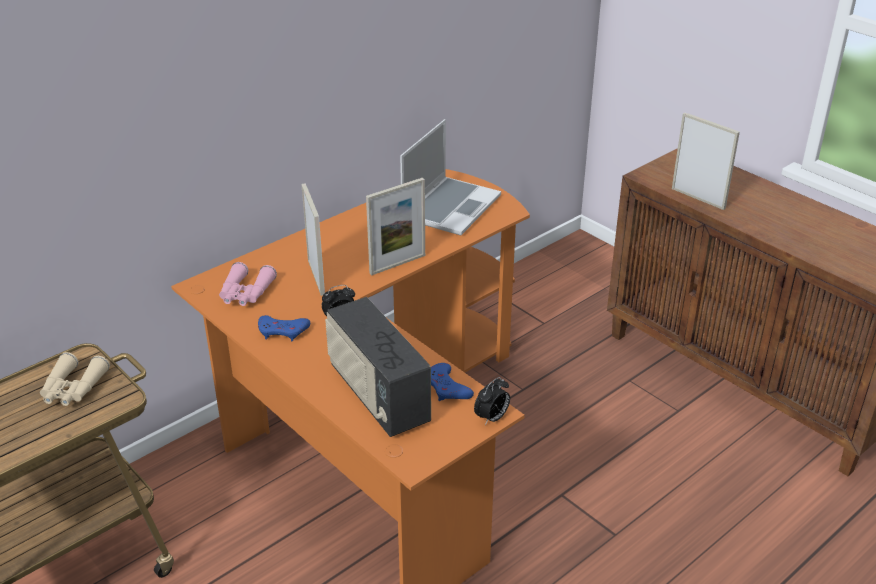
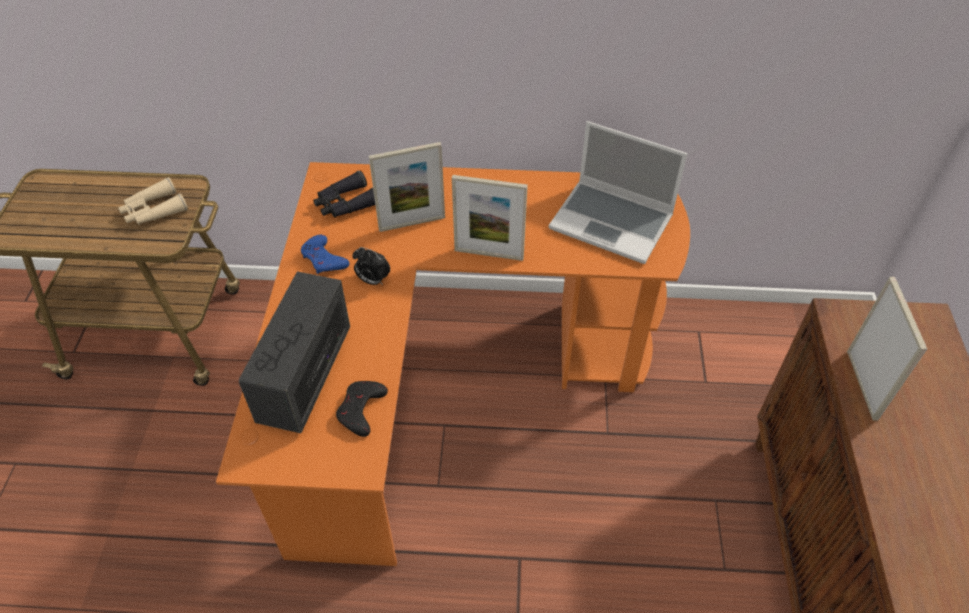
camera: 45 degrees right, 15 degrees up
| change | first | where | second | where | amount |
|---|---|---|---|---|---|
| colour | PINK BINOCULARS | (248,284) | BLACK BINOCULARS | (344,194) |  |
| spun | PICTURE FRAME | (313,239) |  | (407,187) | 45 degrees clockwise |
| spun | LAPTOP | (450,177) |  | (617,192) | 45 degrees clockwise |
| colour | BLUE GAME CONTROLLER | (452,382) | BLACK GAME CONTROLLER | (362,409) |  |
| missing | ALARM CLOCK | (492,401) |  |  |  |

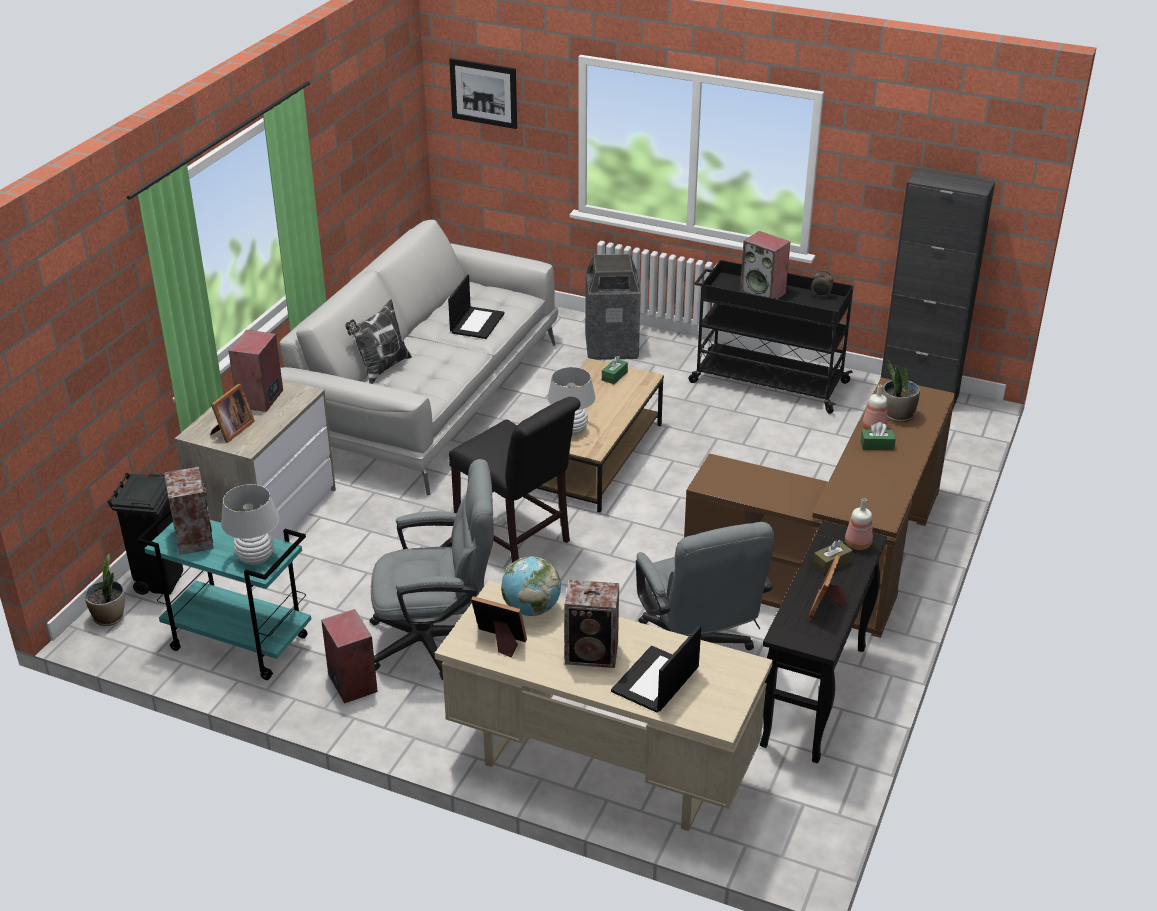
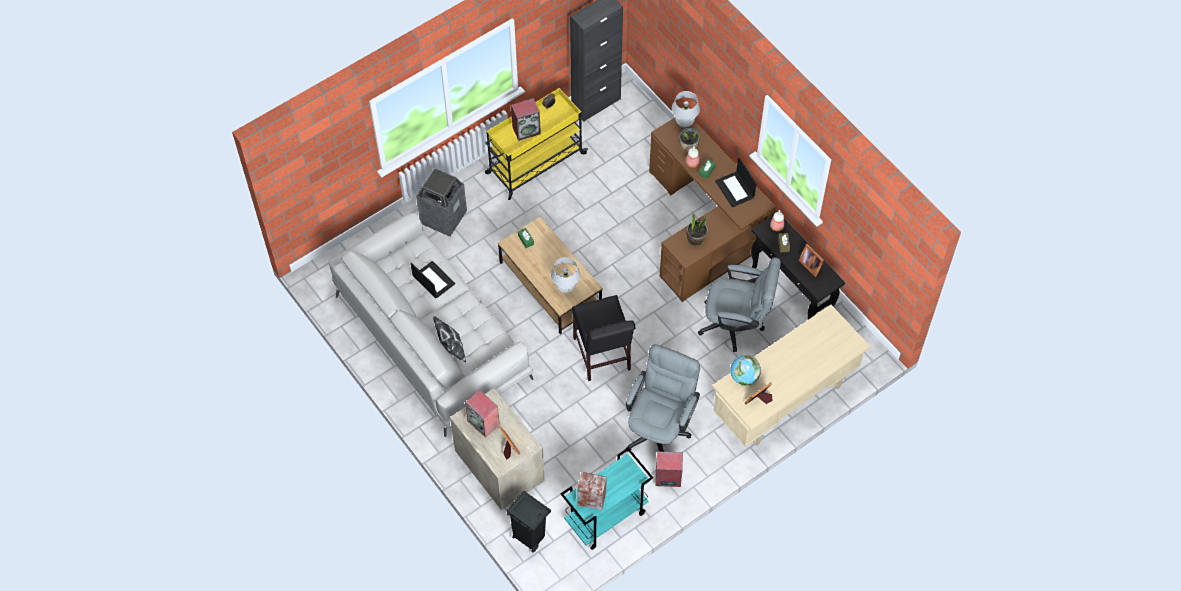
camera: 60 degrees left, 25 degrees up
| change | first | where | second | where | amount |
|---|---|---|---|---|---|
| relocated | POTTED PLANT | (104,590) |  | (697,229) |  |
| relocated | WHITE TABLE LAMP | (250,524) |  | (686,109) |  |
| missing | PICTURE | (483,93) |  |  |  |
| spun | BLACK CHAIR | (514,480) |  | (603,338) | 90 degrees clockwise |
| missing | SPEAKER | (591,624) |  |  |  |
| relocated | LAPTOP | (656,669) |  | (735,182) |  |
| colour | BLACK CART | (771,337) | YELLOW CART | (536,144) |  |

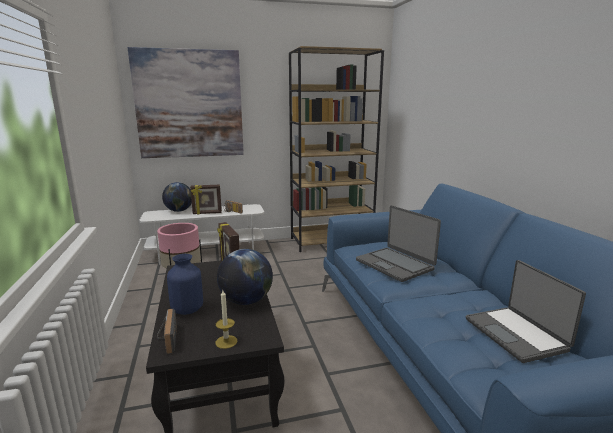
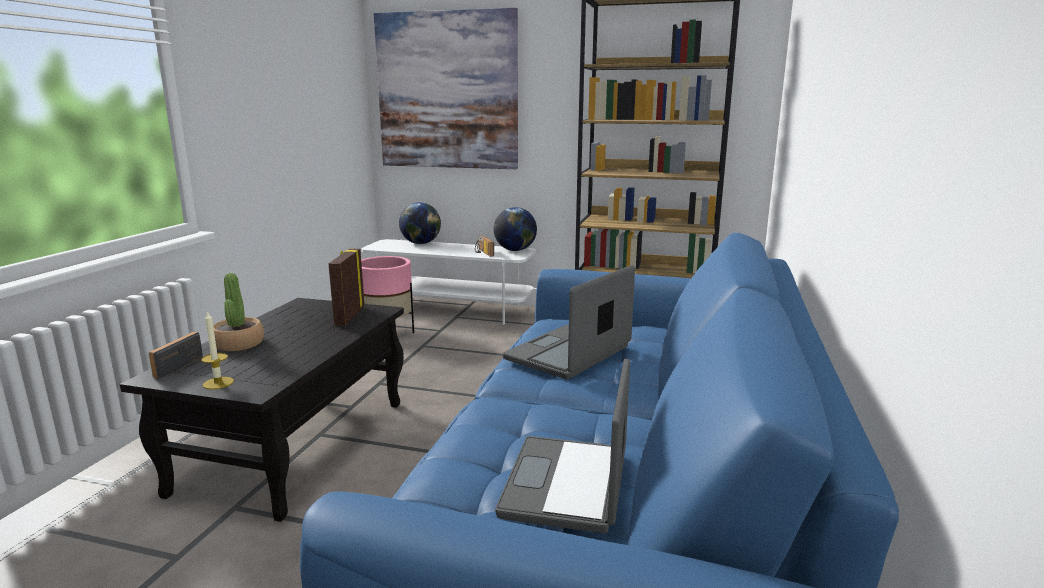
camera: 30 degrees right, 0 degrees up
| change | first | where | second | where | amount |
|---|---|---|---|---|---|
| exchanged | BLUE VASE | (185,284) | POTTED PLANT | (238,312) |  |
| missing | PICTURE FRAME | (206,199) |  |  |  |
| relocated | GLOBE | (245,277) |  | (515,229) |  |
| spun | LAPTOP | (398,244) |  | (569,322) | 45 degrees clockwise |

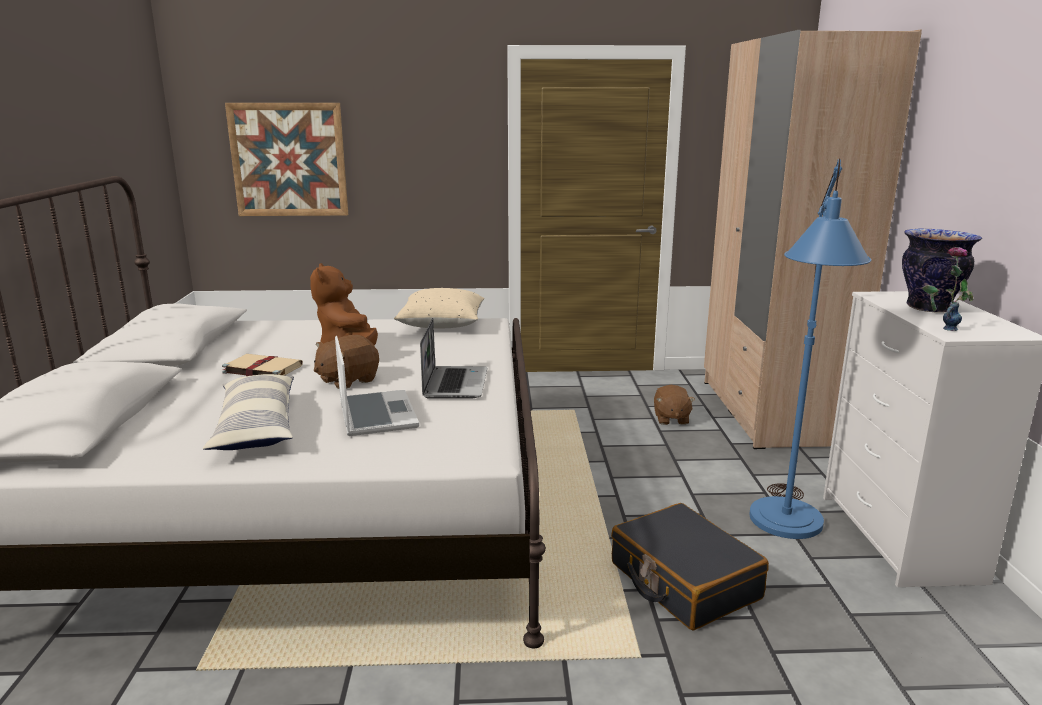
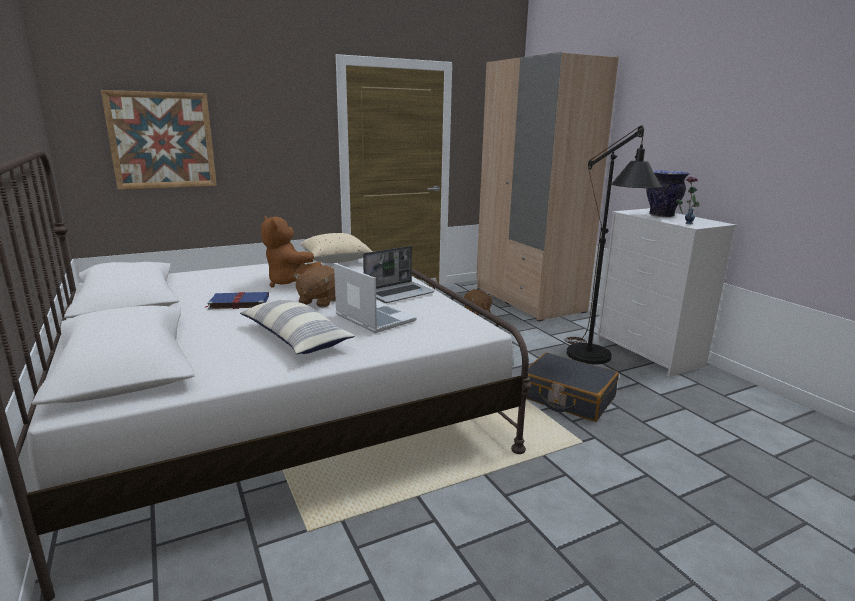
camera: 25 degrees left, 0 degrees up
| change | first | where | second | where | amount |
|---|---|---|---|---|---|
| colour | BEIGE BOOK | (262,365) | BLUE BOOK | (237,301) |  |
| spun | LAPTOP | (453,358) |  | (399,274) | 75 degrees clockwise |
| colour | BLUE FLOOR LAMP | (810,348) | BLACK FLOOR LAMP | (613,244) |  |

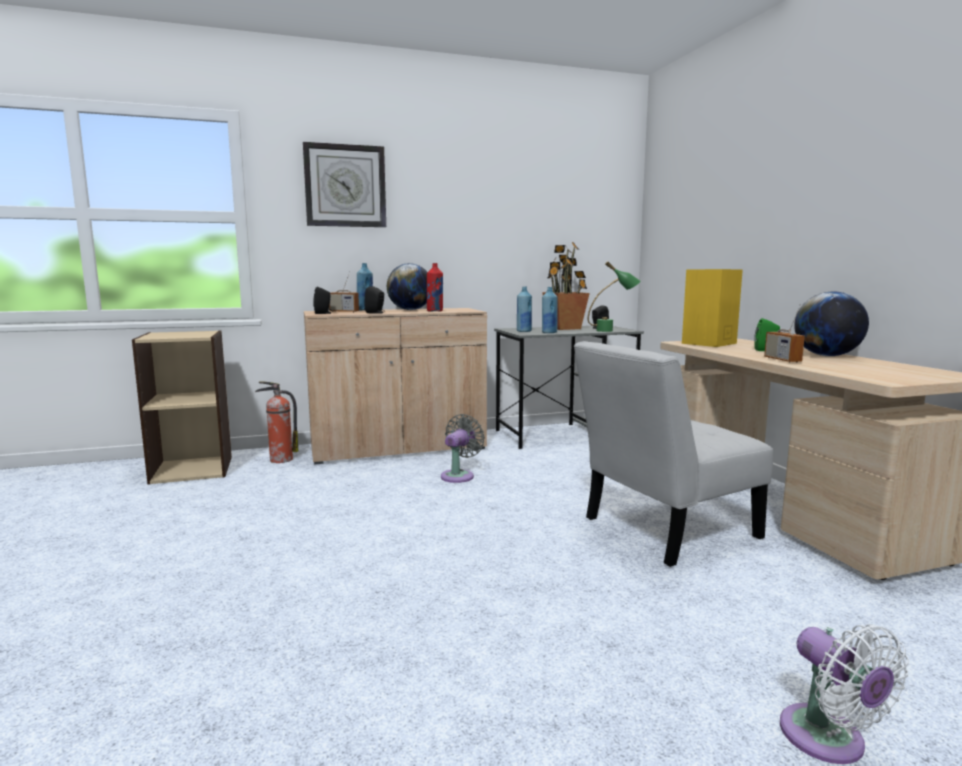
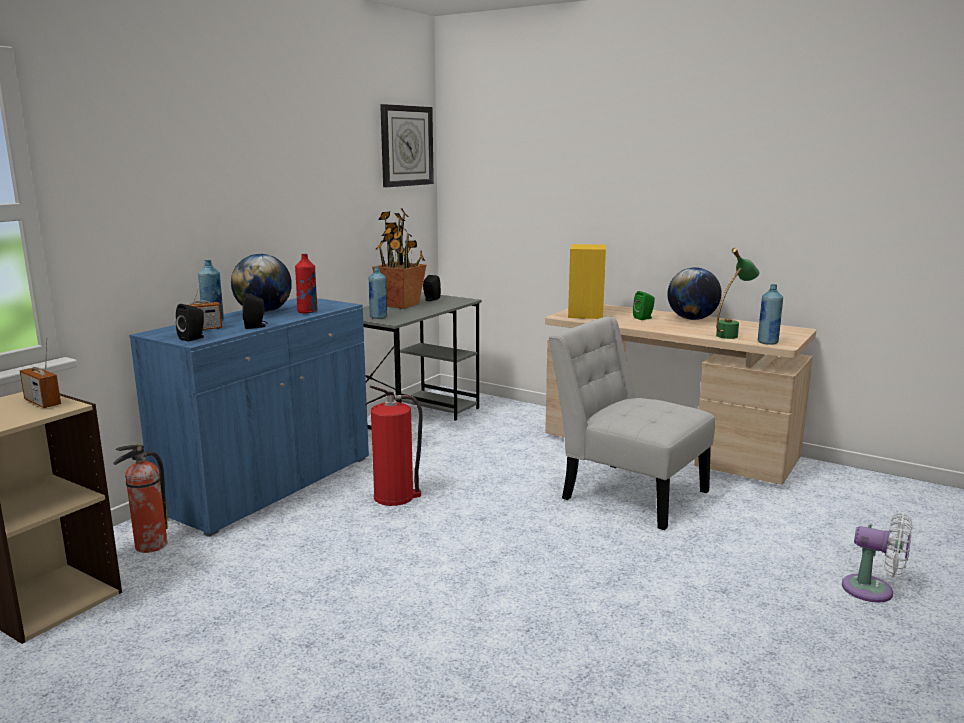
camera: 40 degrees left, 5 degrees up
| change | first | where | second | where | amount |
|---|---|---|---|---|---|
| relocated | WALL CLOCK | (344,184) |  | (407,145) |  |
| colour | BEIGE CABINET | (395,386) | BLUE CABINET | (249,417) |  |
| exchanged | GREY FAN | (463,448) | FIRE EXTINGUISHER | (393,446) |  |
| relocated | BLUE BOTTLE | (550,310) |  | (770,314) |  |
| spun | WHITE CHAIR | (673,454) |  | (632,423) | 105 degrees clockwise |
| relocated | GREEN TABLE LAMP | (614,296) |  | (738,293) |  |
| relocated | RADIO | (784,333) |  | (40,373) |  |

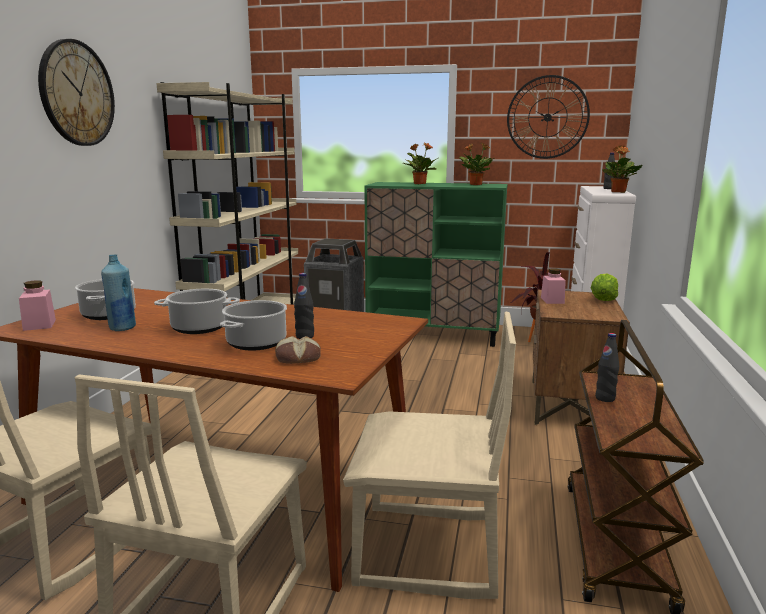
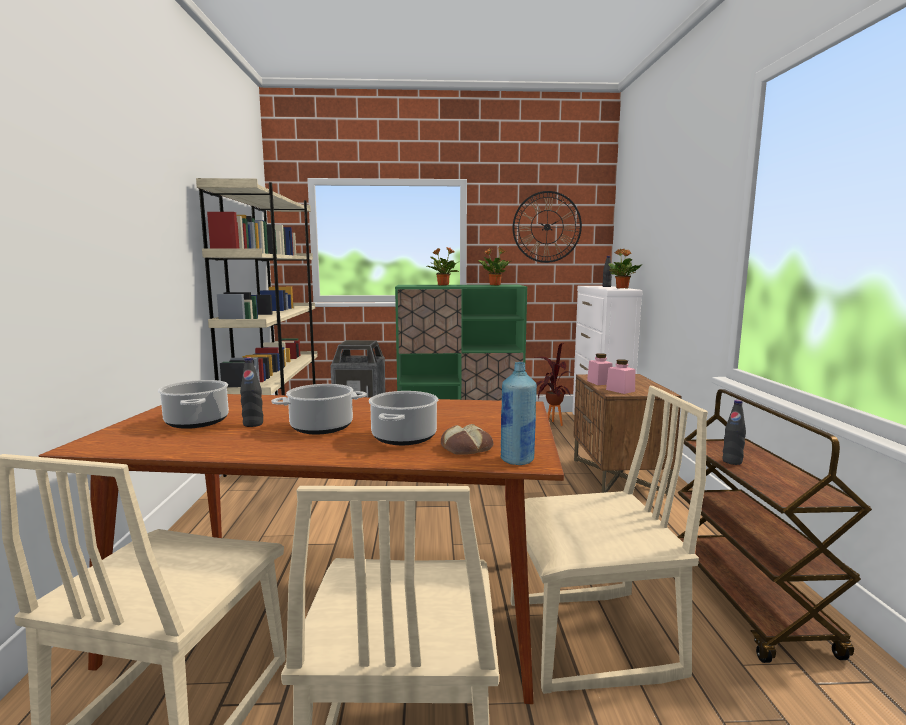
camera: 15 degrees left, 5 degrees down
| change | first | where | second | where | amount |
|---|---|---|---|---|---|
| relocated | PINK JAR | (37,305) |  | (620,376) |  |
| missing | WALL CLOCK | (76,92) |  |  |  |
| relocated | BLUE BOTTLE | (118,292) |  | (519,413) |  |
| relocated | BLACK BOTTLE | (304,306) |  | (251,392) |  |
| missing | LETTUCE | (604,287) |  |  |  |

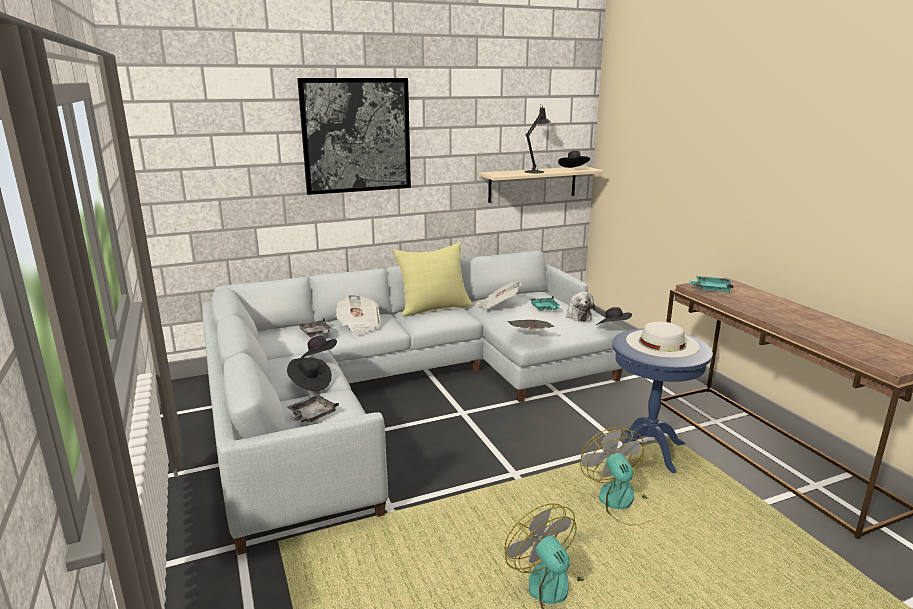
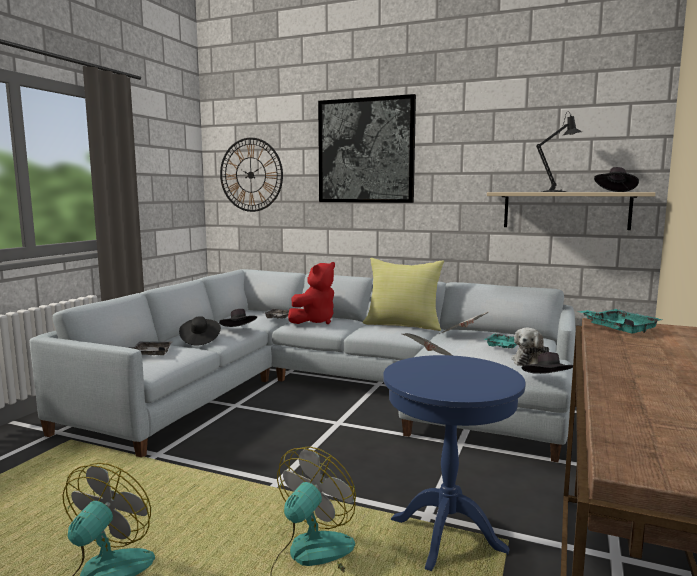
camera: 45 degrees right, 10 degrees down
| change | first | where | second | where | amount |
|---|---|---|---|---|---|
| exchanged | NEWSPAPER | (358,315) | RED PLUSH TOY | (311,293) |  |
| missing | WHITE HAT | (663,340) |  |  |  |
| appeared |  |  | WALL CLOCK | (251,175) |  |

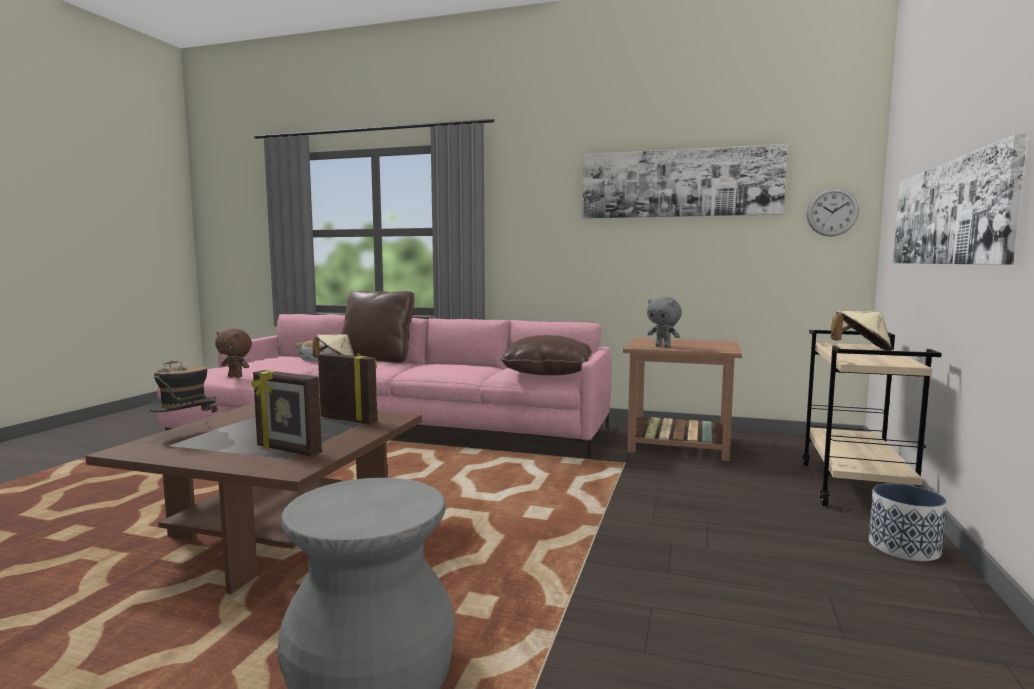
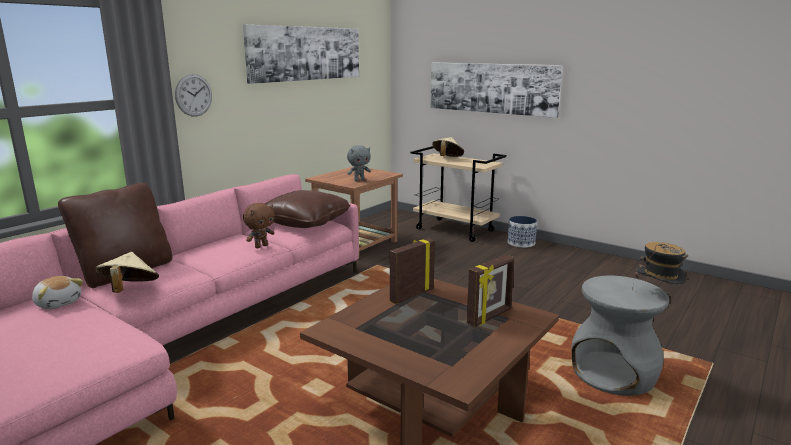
camera: 70 degrees left, 10 degrees up
| change | first | where | second | where | amount |
|---|---|---|---|---|---|
| relocated | HAT | (184,392) |  | (660,266) |  |
| relocated | BROWN PLUSH TOY | (233,353) |  | (259,226) |  |
| relocated | WALL CLOCK | (832,212) |  | (193,95) |  |

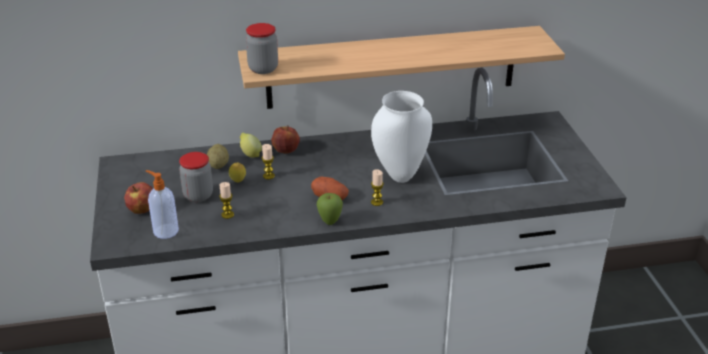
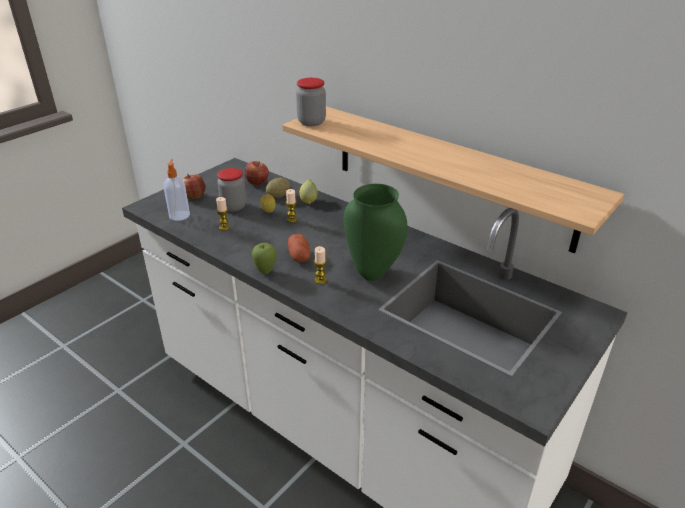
camera: 50 degrees right, 0 degrees up
| change | first | where | second | where | amount |
|---|---|---|---|---|---|
| relocated | APPLE | (285,140) |  | (256,173) |  |
| colour | WHITE VASE | (401,137) | GREEN VASE | (375,232) |  |

